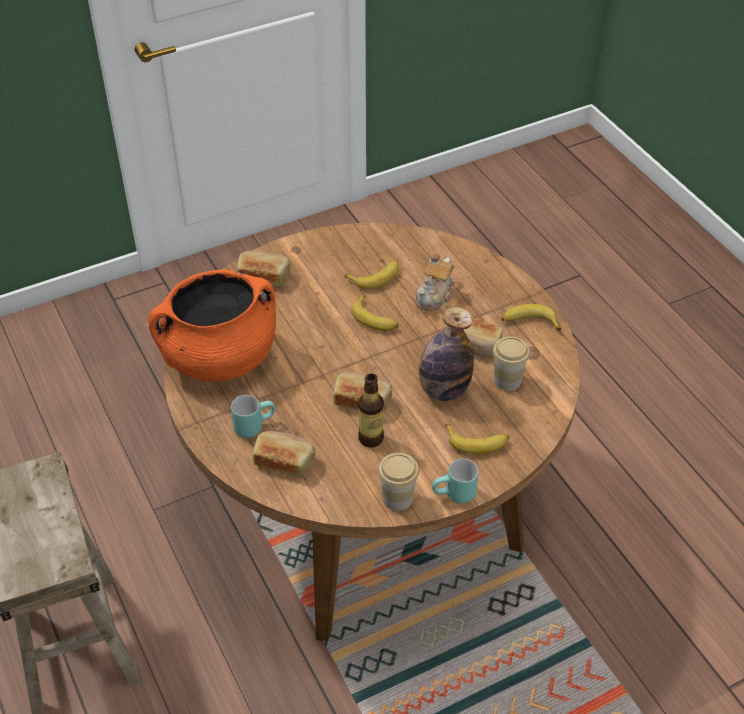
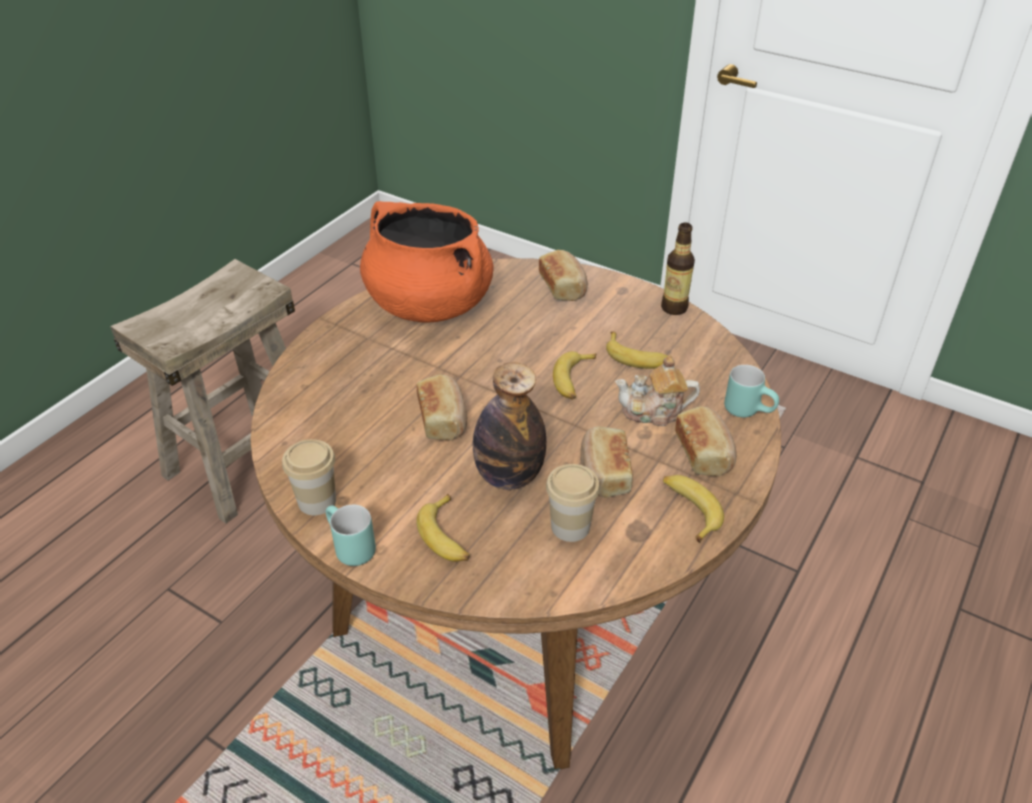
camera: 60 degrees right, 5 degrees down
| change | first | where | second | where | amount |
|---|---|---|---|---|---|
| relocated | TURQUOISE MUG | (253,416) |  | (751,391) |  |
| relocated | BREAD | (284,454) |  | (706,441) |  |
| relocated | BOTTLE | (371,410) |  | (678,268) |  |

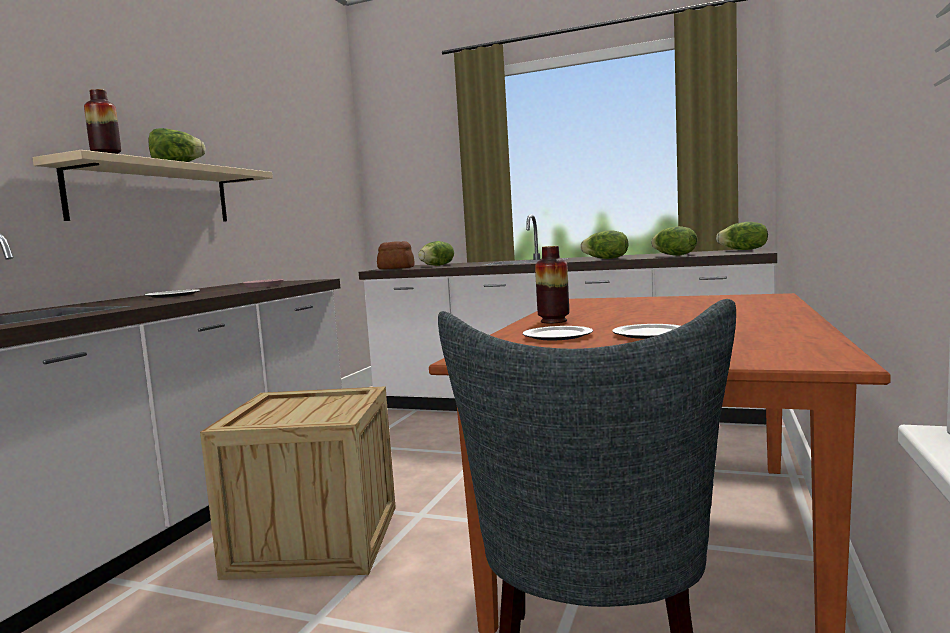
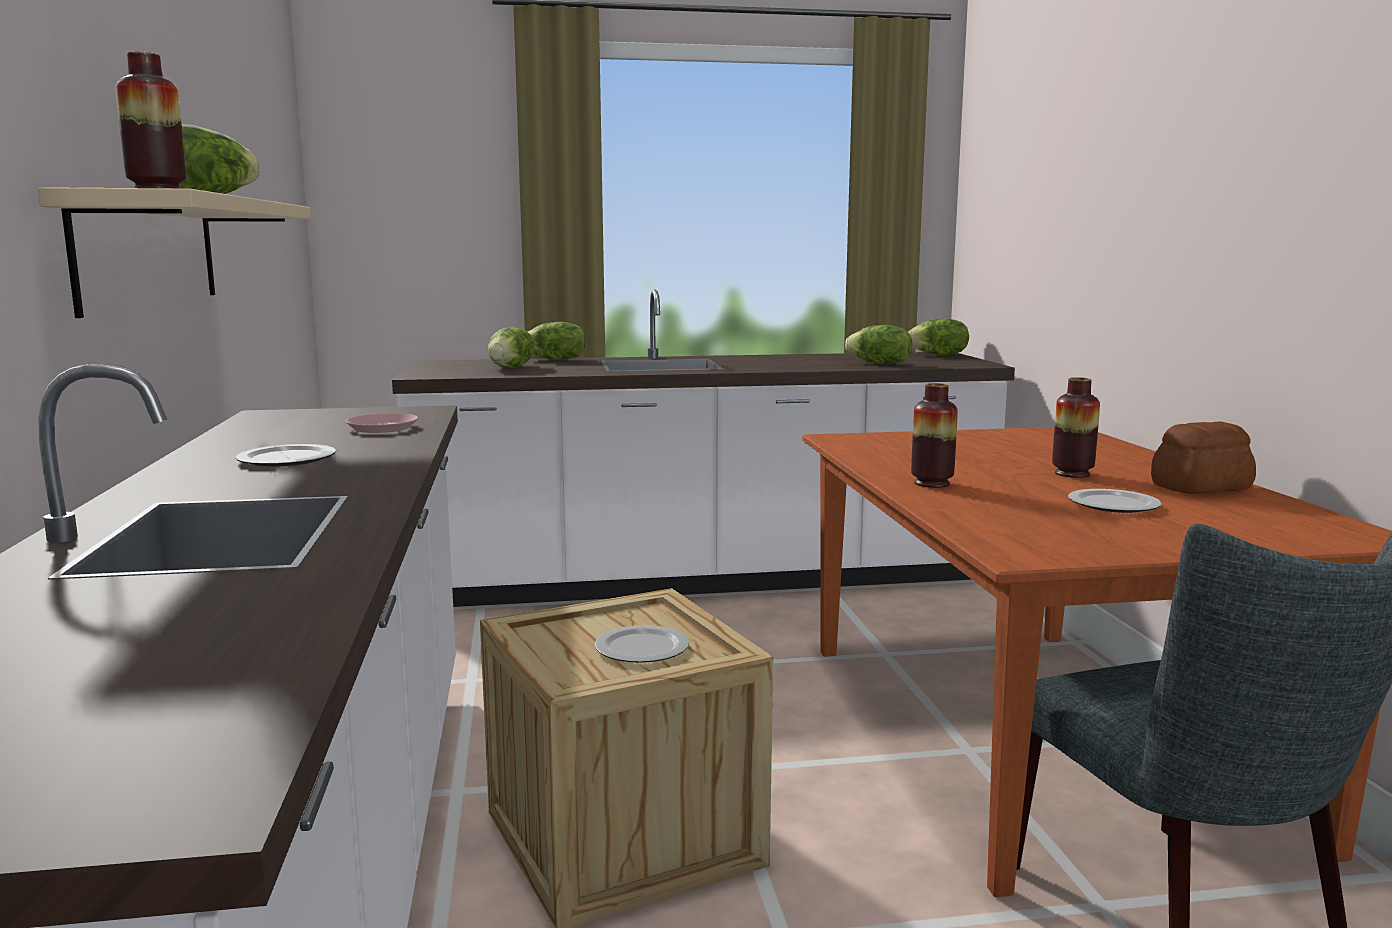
camera: 30 degrees left, 5 degrees up
| change | first | where | second | where | amount |
|---|---|---|---|---|---|
| relocated | BREAD | (396,255) |  | (1203,458) |  |
| relocated | PLATE | (558,333) |  | (642,644) |  |
| relocated | LETTUCE | (604,244) |  | (557,341) |  |
| appeared |  |  | VASE | (1076,427) |  |

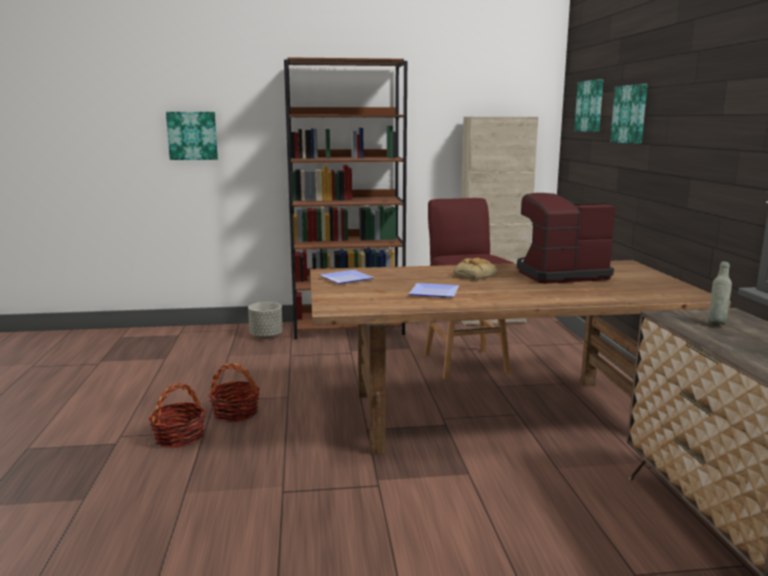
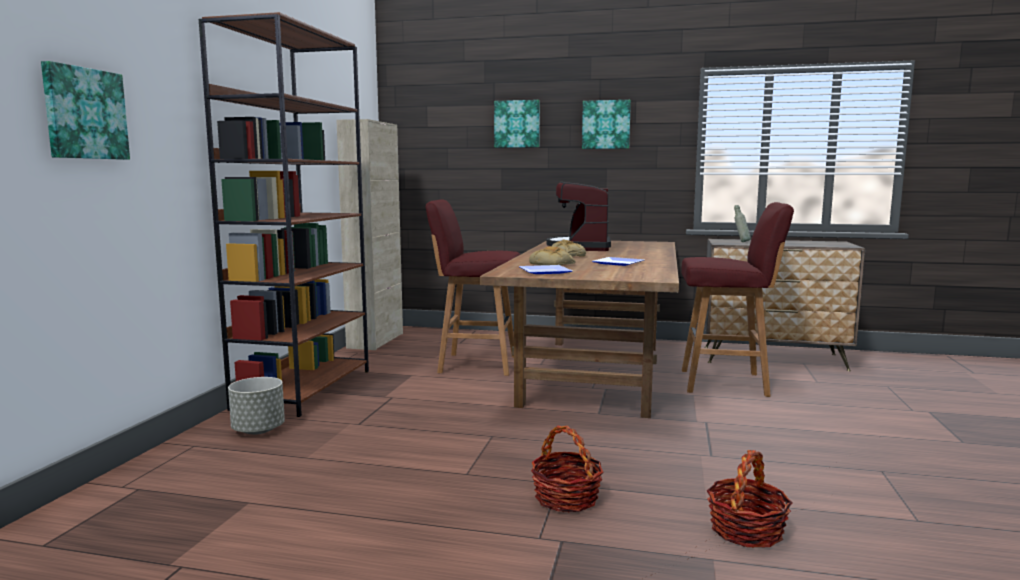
camera: 70 degrees left, 5 degrees down
| change | first | where | second | where | amount |
|---|---|---|---|---|---|
| relocated | BASKET | (234,392) |  | (749,499) |  |
| relocated | PICTURE | (588,105) |  | (606,124) |  |
| appeared |  |  | BREAD | (552,255) |  |
| appeared |  |  | RED STOOL | (737,299) |  |

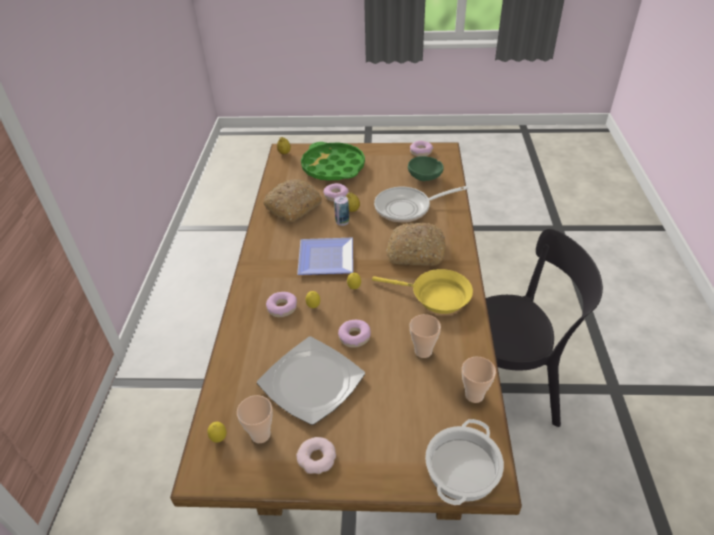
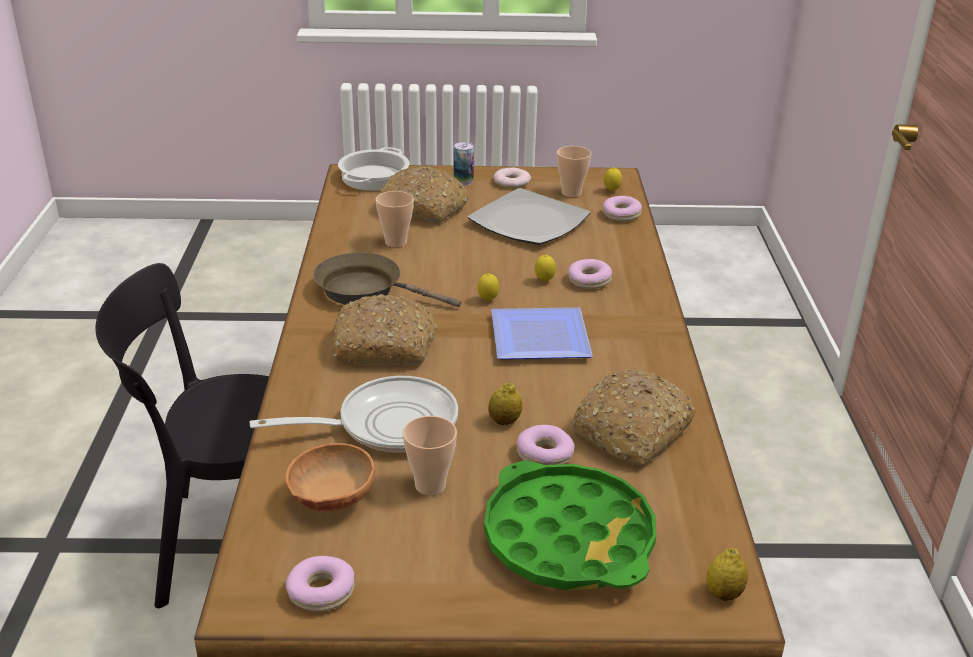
camera: 175 degrees right, 10 degrees down
| change | first | where | second | where | amount |
|---|---|---|---|---|---|
| relocated | CAN | (341,211) |  | (464,164) |  |
| relocated | DONUT | (354,334) |  | (622,209) |  |
| colour | YELLOW FRYING PAN | (422,291) | BROWN FRYING PAN | (387,279) |  |
| colour | GREEN BOWL | (426,168) | BROWN BOWL | (330,477) |  |
| relocated | CUP | (479,380) |  | (430,455) |  |
| appeared |  |  | BREAD | (423,194) |  |

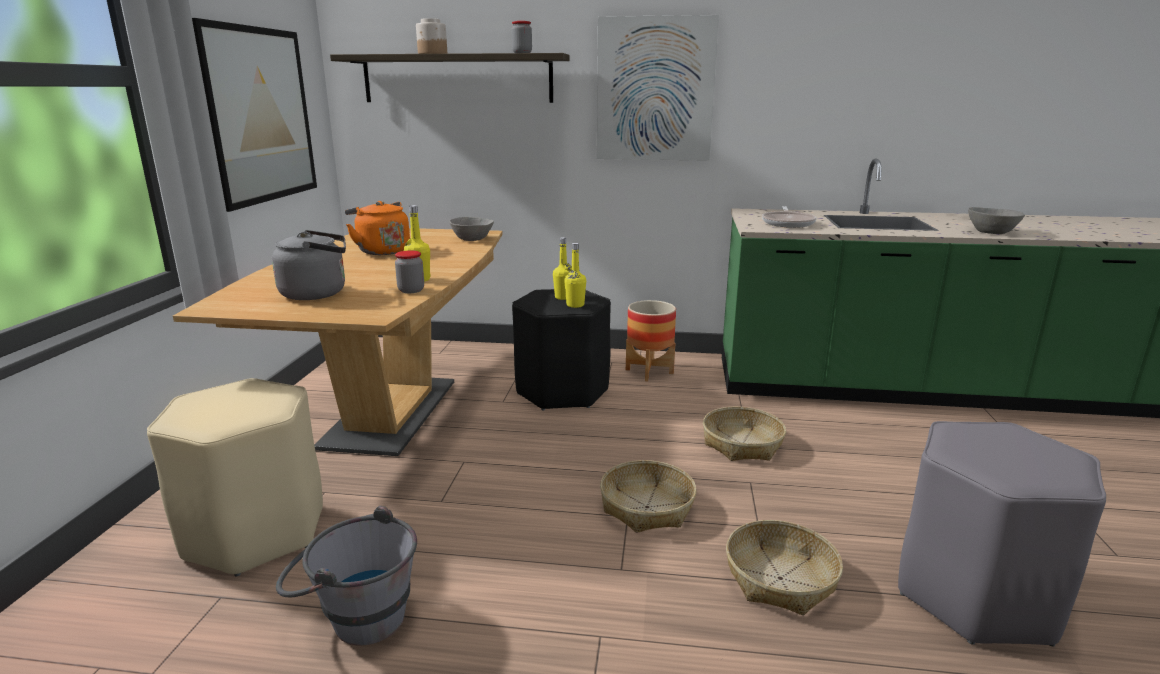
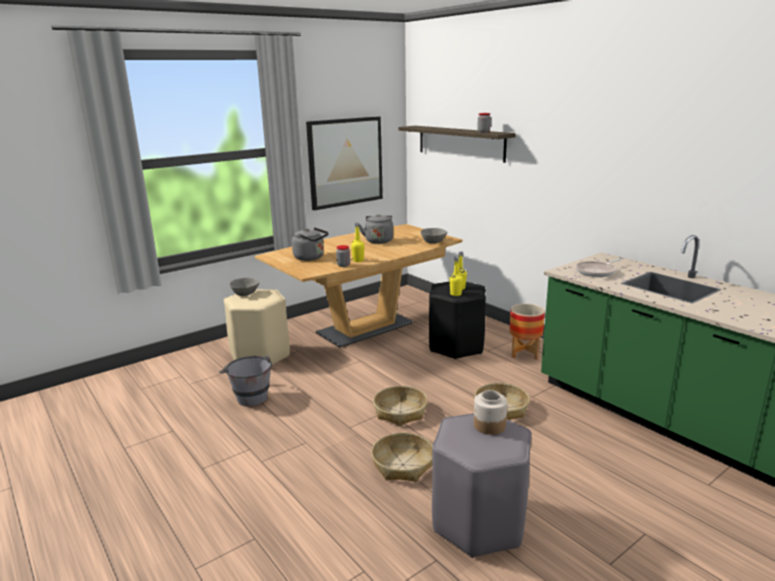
camera: 45 degrees right, 0 degrees up
| change | first | where | second | where | amount |
|---|---|---|---|---|---|
| colour | ORANGE KETTLE | (377,228) | GREY KETTLE | (376,229) |  |
| relocated | JAR | (431,36) |  | (490,412) |  |
| missing | PICTURE | (658,88) |  |  |  |
| relocated | GREY BOWL | (996,220) |  | (244,287) |  |

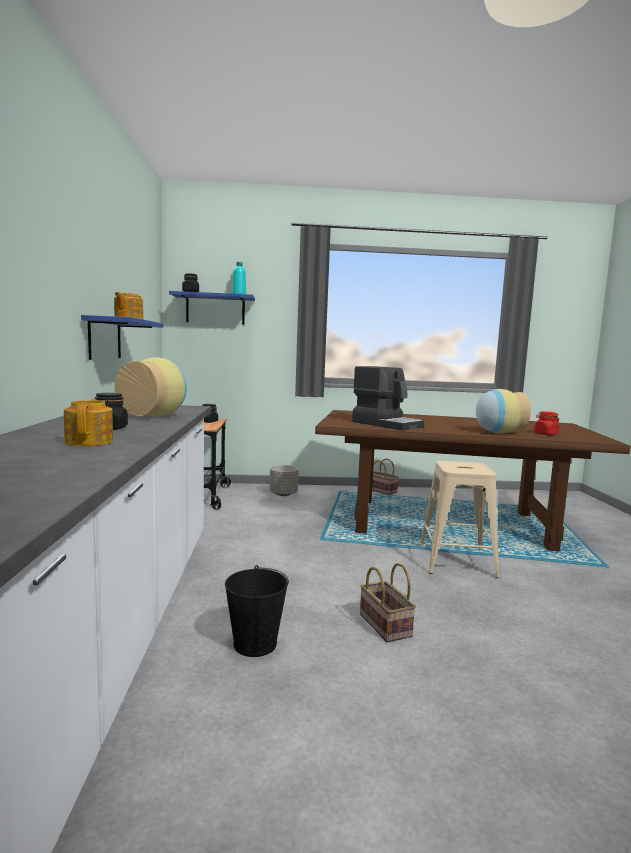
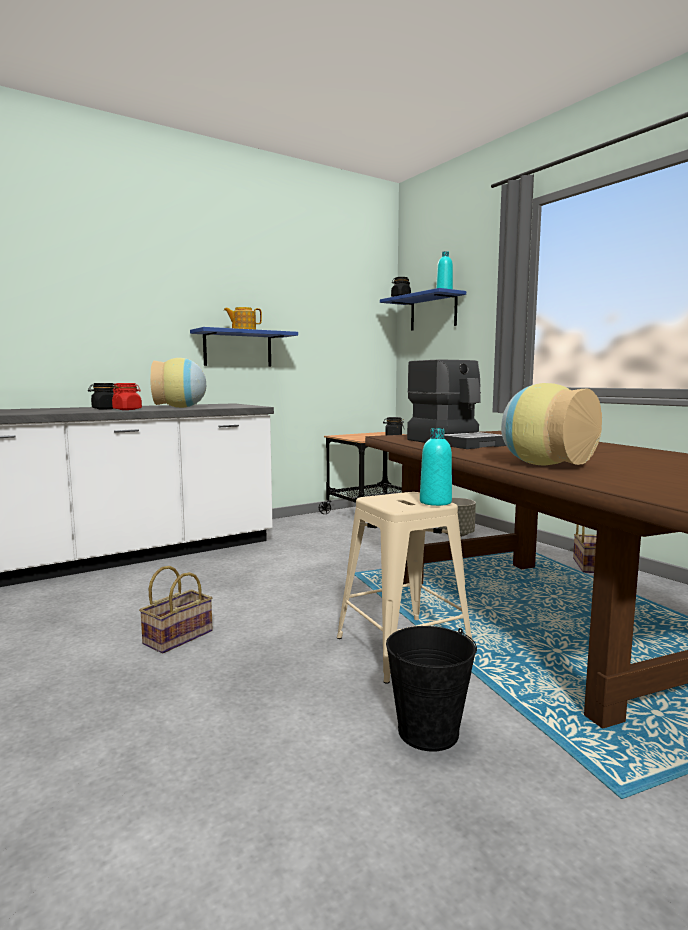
camera: 60 degrees right, 0 degrees up
| change | first | where | second | where | amount |
|---|---|---|---|---|---|
| missing | TEAPOT | (88,422) |  |  |  |
| relocated | BLACK BUCKET | (257,611) |  | (431,689) |  |
| spun | COFFEE MACHINE | (388,398) |  | (456,404) | 45 degrees counterclockwise |
| relocated | RED JAR | (547,423) |  | (127,396) |  |
| appeared |  |  | TURQUOISE BOTTLE | (436,467) |  |

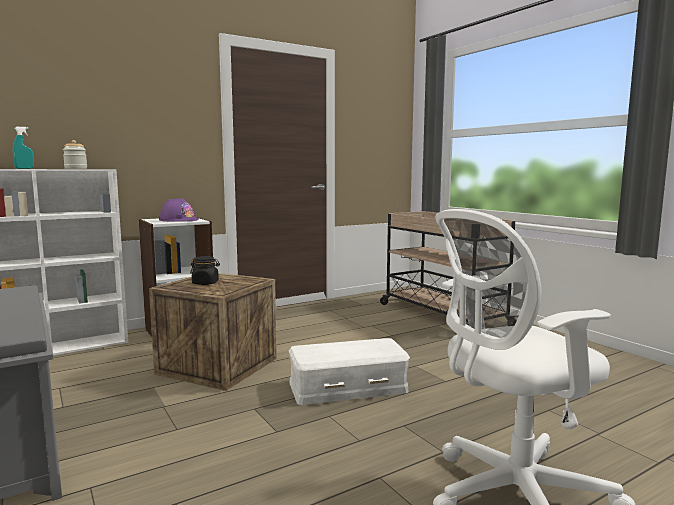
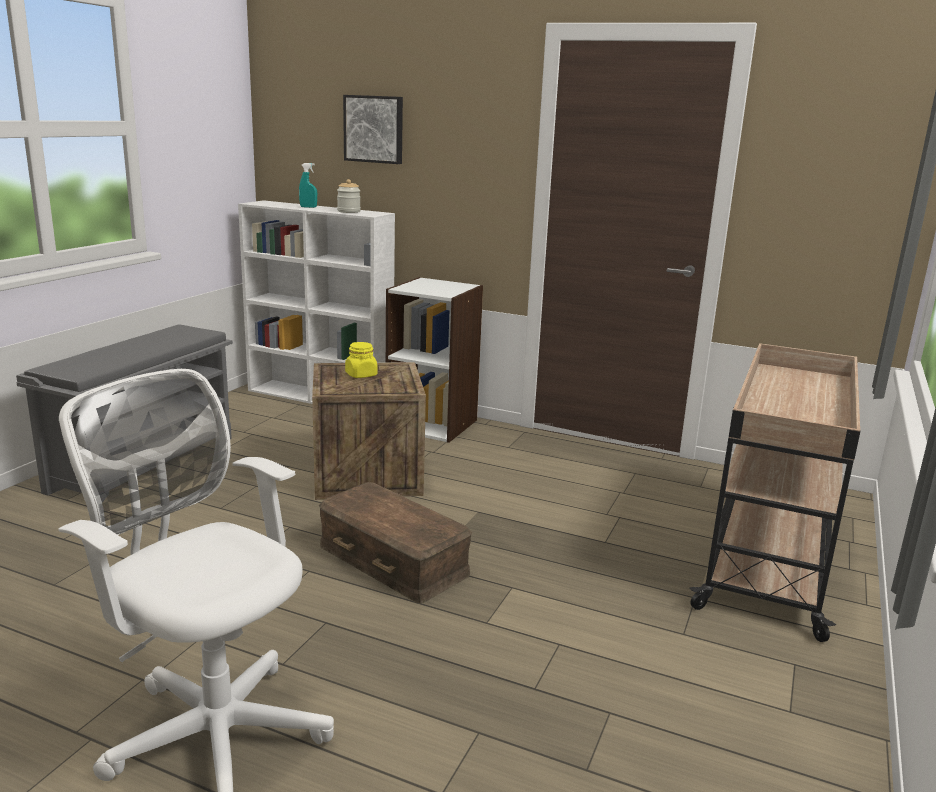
camera: 55 degrees right, 10 degrees up
| change | first | where | second | where | amount |
|---|---|---|---|---|---|
| missing | PURPLE HARD HAT | (179,210) |  |  |  |
| colour | BLACK JAR | (205,270) | YELLOW JAR | (361,360) |  |
| colour | WHITE STORAGE BOX | (349,371) | BROWN STORAGE BOX | (395,542) |  |
| appeared |  |  | PICTURE | (373,129) |  |

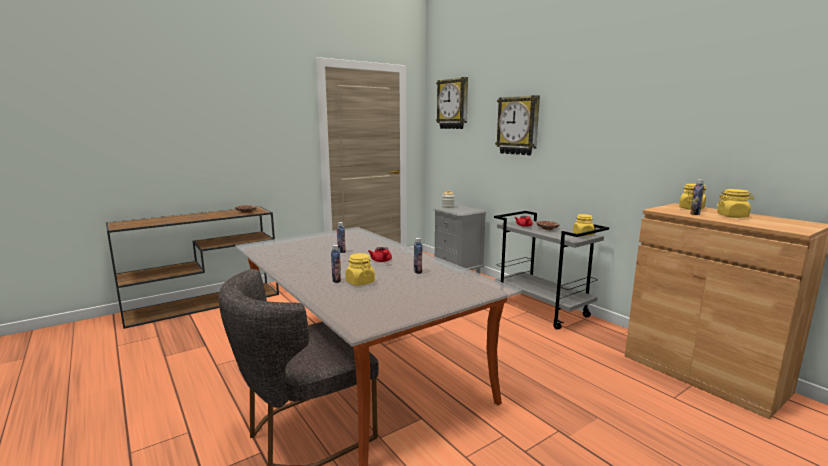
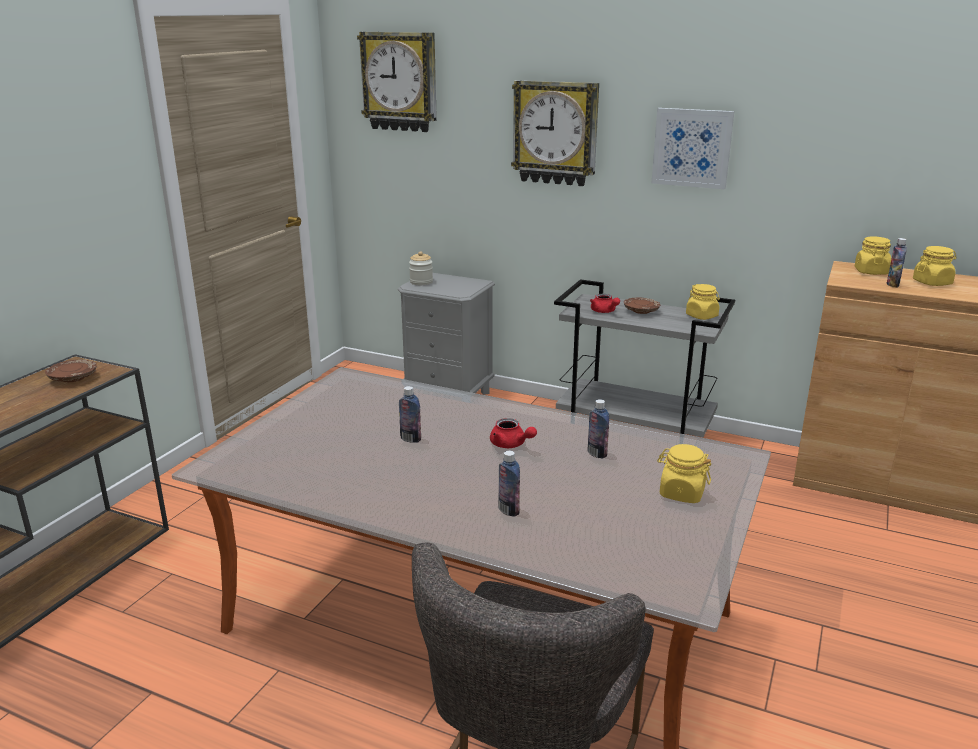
camera: 30 degrees left, 10 degrees up
| change | first | where | second | where | amount |
|---|---|---|---|---|---|
| relocated | YELLOW JAR | (360,269) |  | (684,473) |  |
| appeared |  |  | PICTURE | (693,148) |  |

